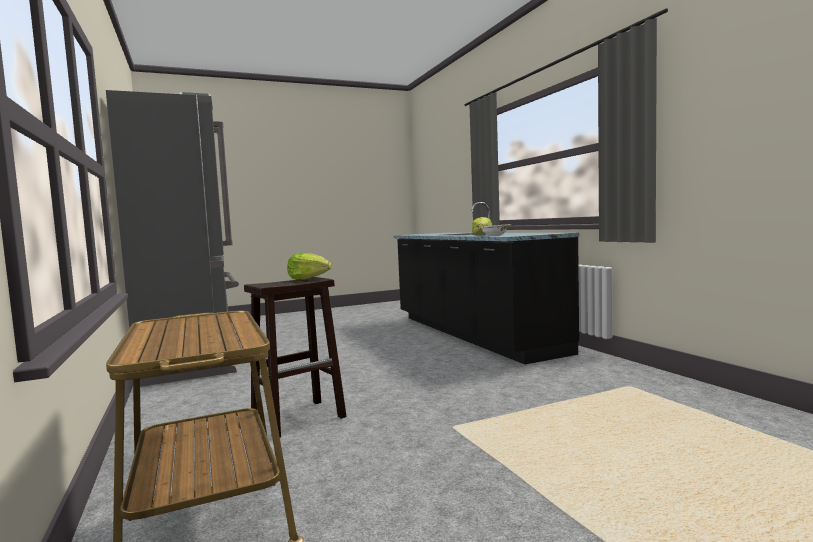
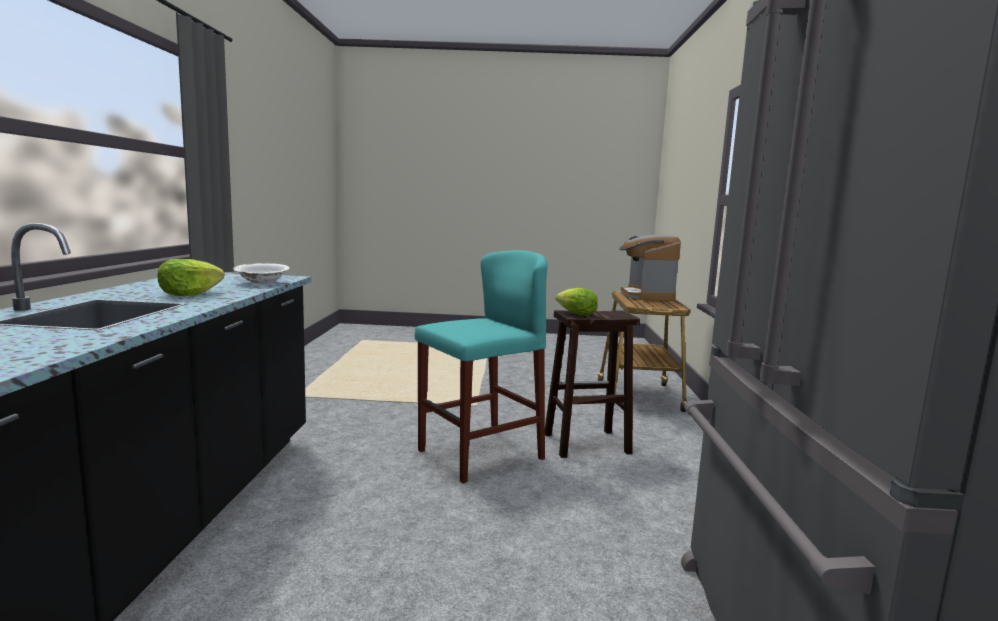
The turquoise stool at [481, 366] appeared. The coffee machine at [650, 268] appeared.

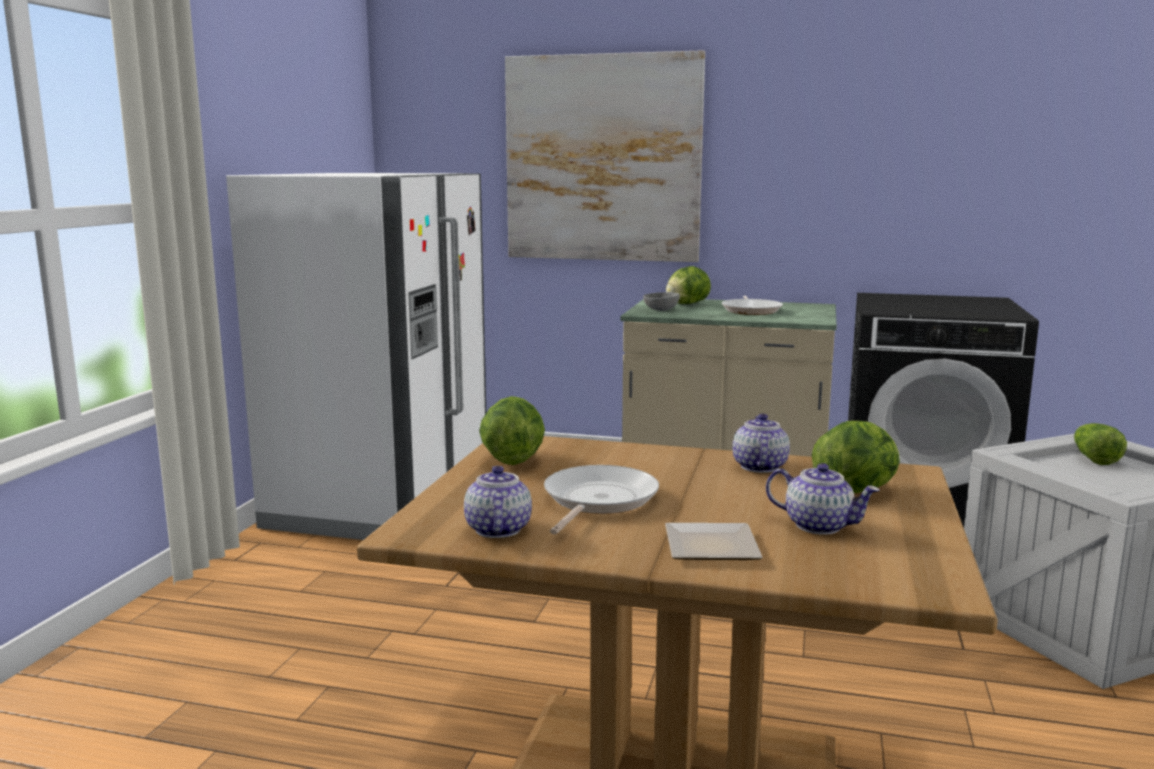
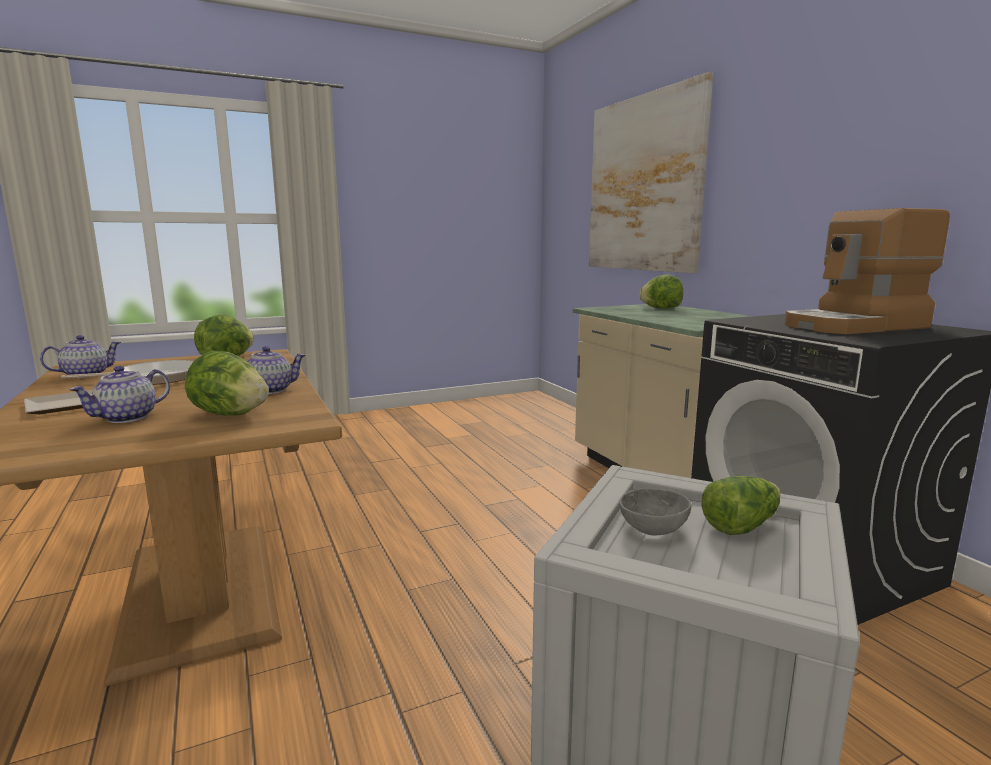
The white fridge at [356, 356] disappeared. The grey bowl moved from [661, 301] to [655, 511]. The frying pan at [752, 305] disappeared. The teapot at [822, 499] turned 45 degrees clockwise. The coffee machine at [867, 271] appeared.

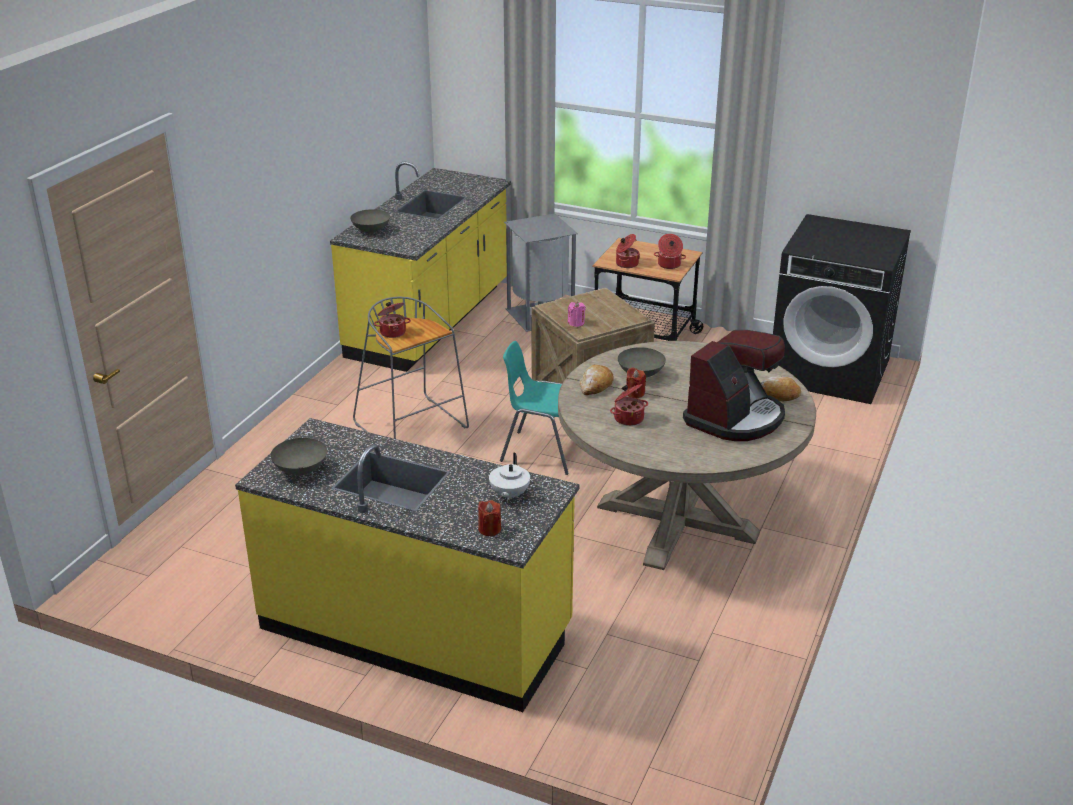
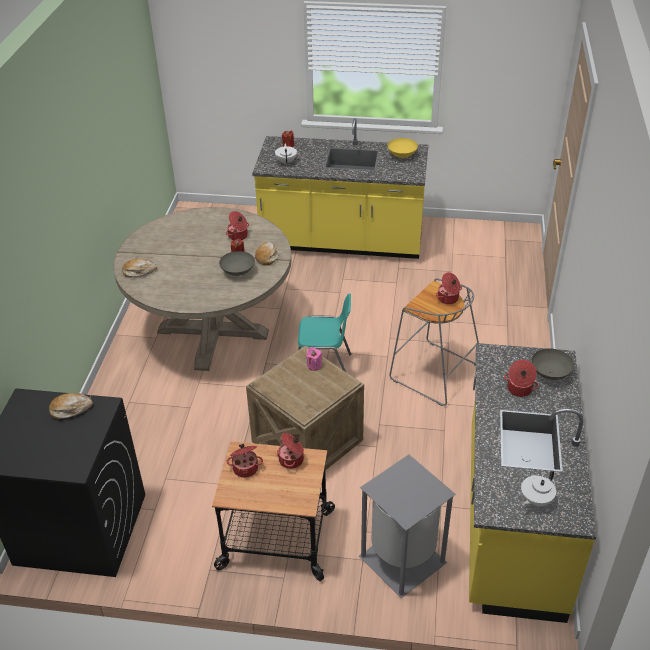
The grey bowl at [298, 456] became the yellow bowl at [402, 148]. The coffee machine at [734, 385] disappeared. The bread at [71, 406] appeared. The cooking pot at [521, 378] appeared. The white teapot at [538, 488] appeared.

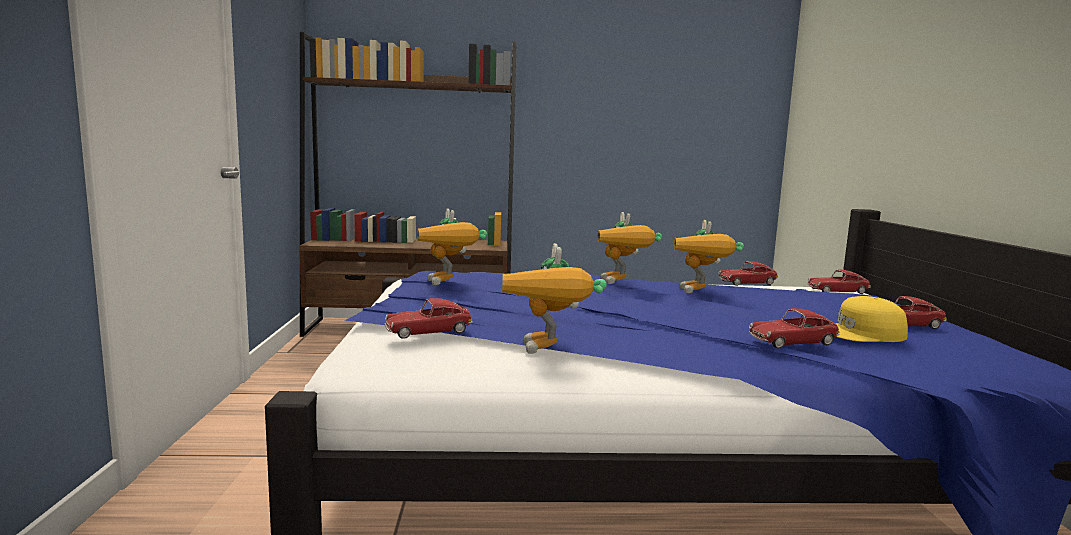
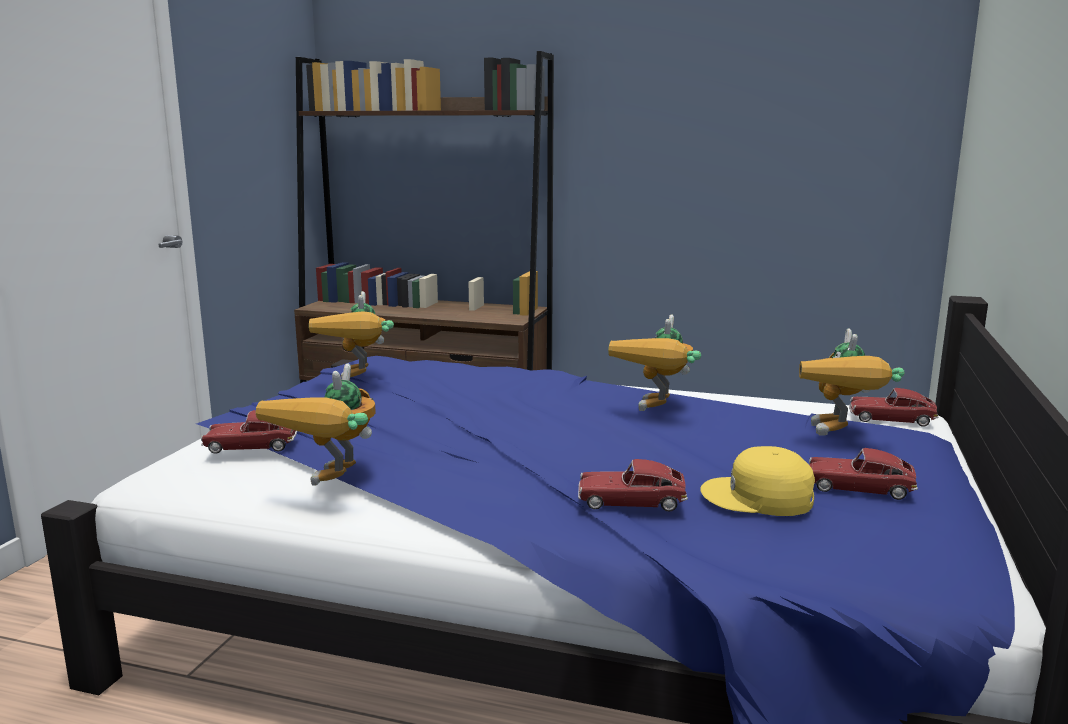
The toy robot moved from [629, 248] to [852, 382]. The toy car at [748, 273] disappeared.

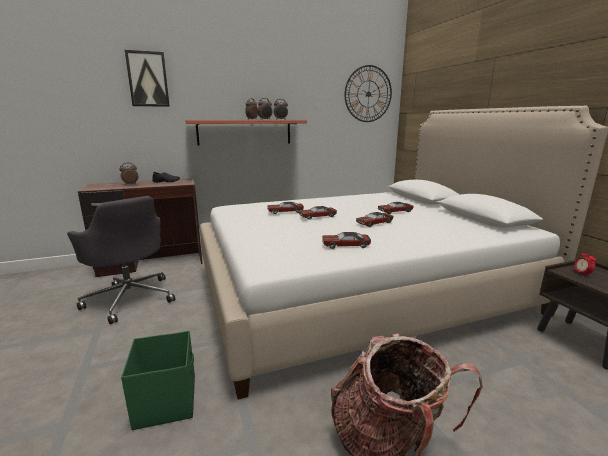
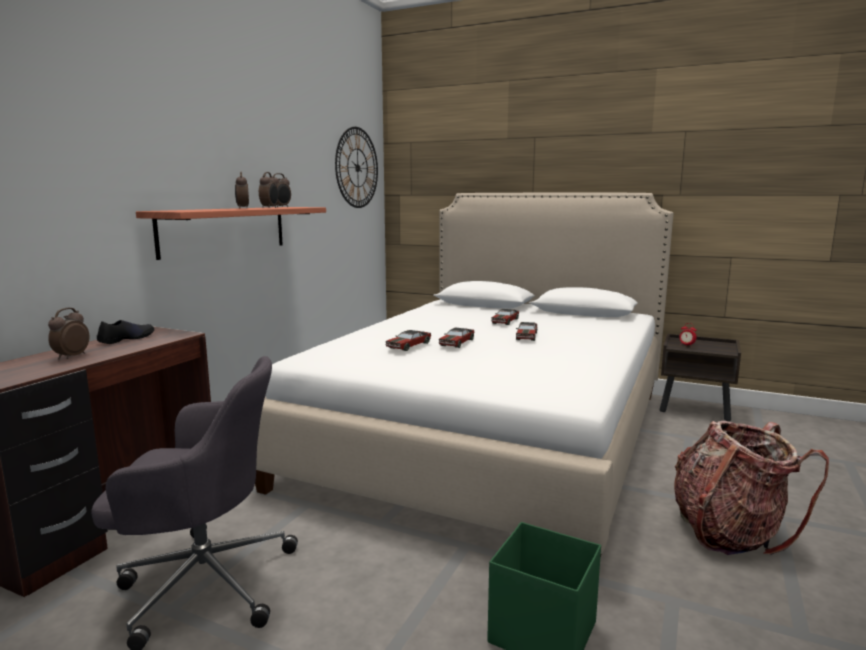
The picture at [147, 78] disappeared. The toy car at [346, 240] disappeared.

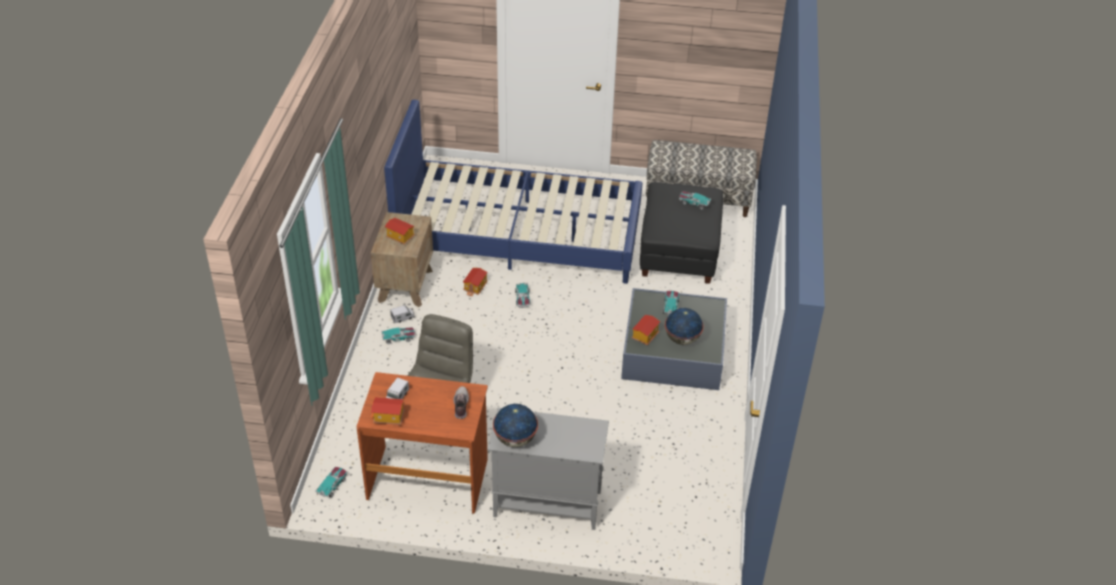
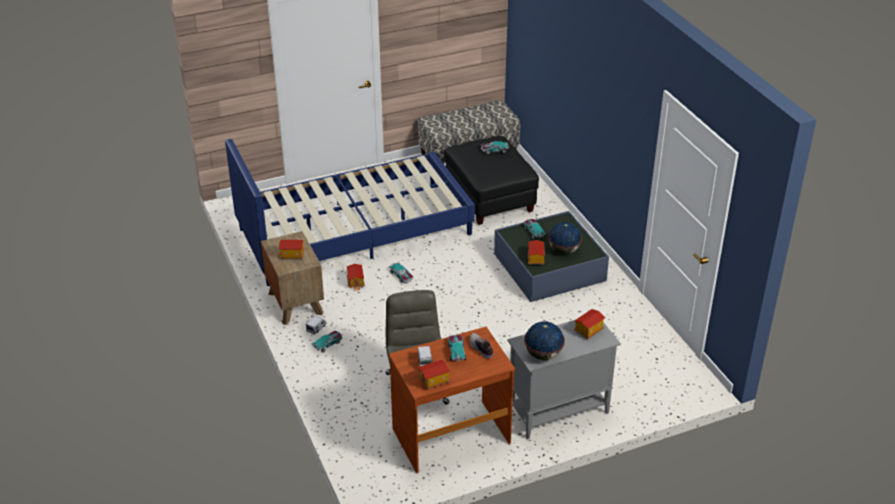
The toy car moved from [331, 482] to [457, 348]. The toy house at [590, 324] appeared.

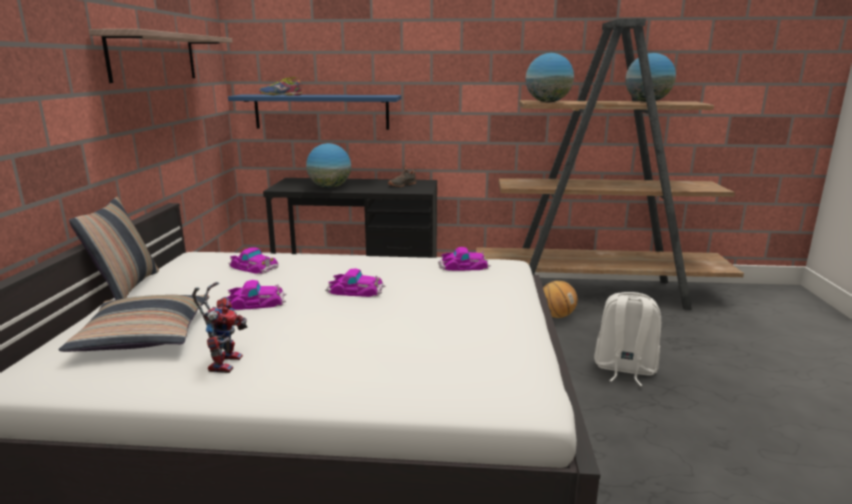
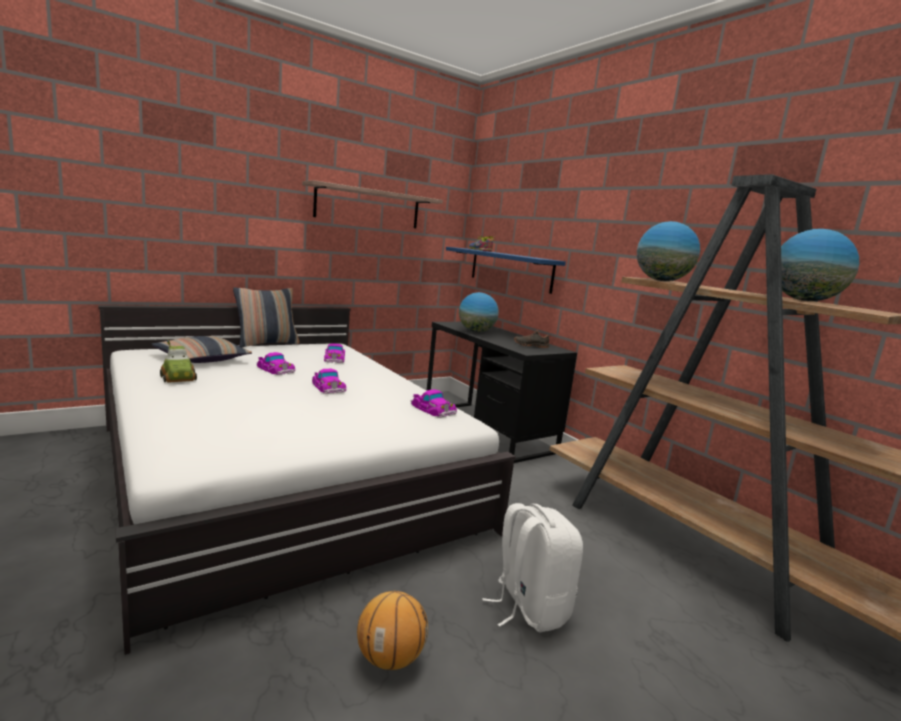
The toy robot at [220, 327] was replaced by the toy car at [178, 361]. The basketball moved from [560, 299] to [392, 630].

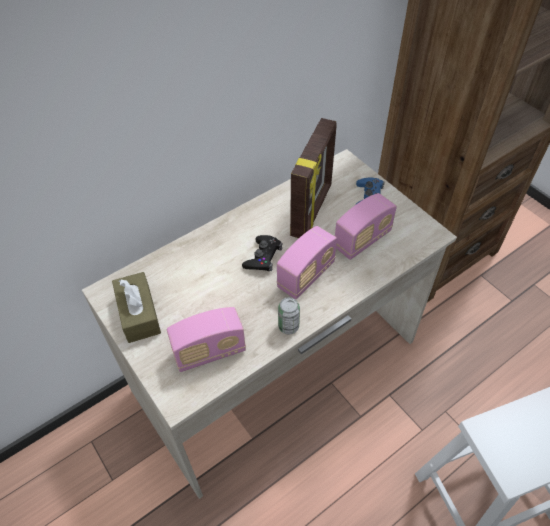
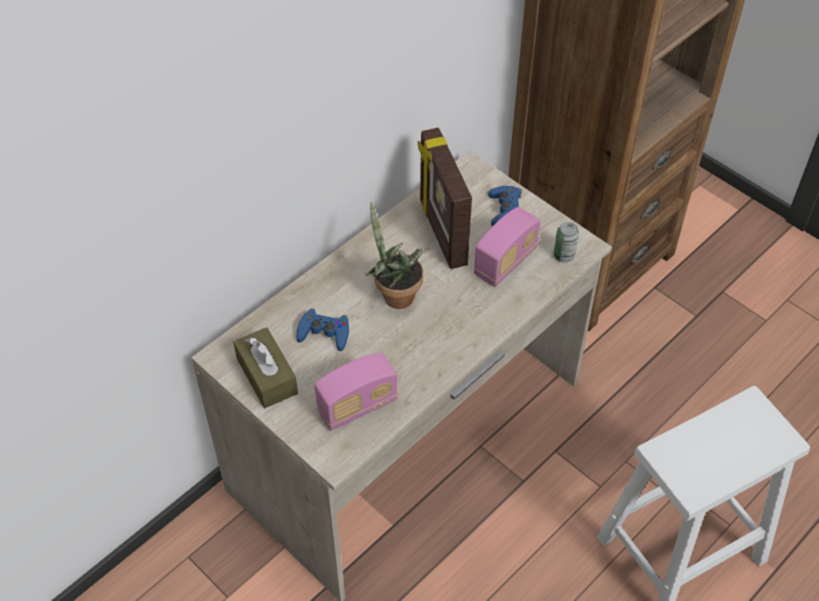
The black game controller at [262, 253] was replaced by the potted plant at [394, 255]. The radio at [307, 262] disappeared. The can moved from [289, 315] to [566, 242]. The picture frame at [313, 178] turned 150 degrees clockwise. The blue game controller at [322, 329] appeared.

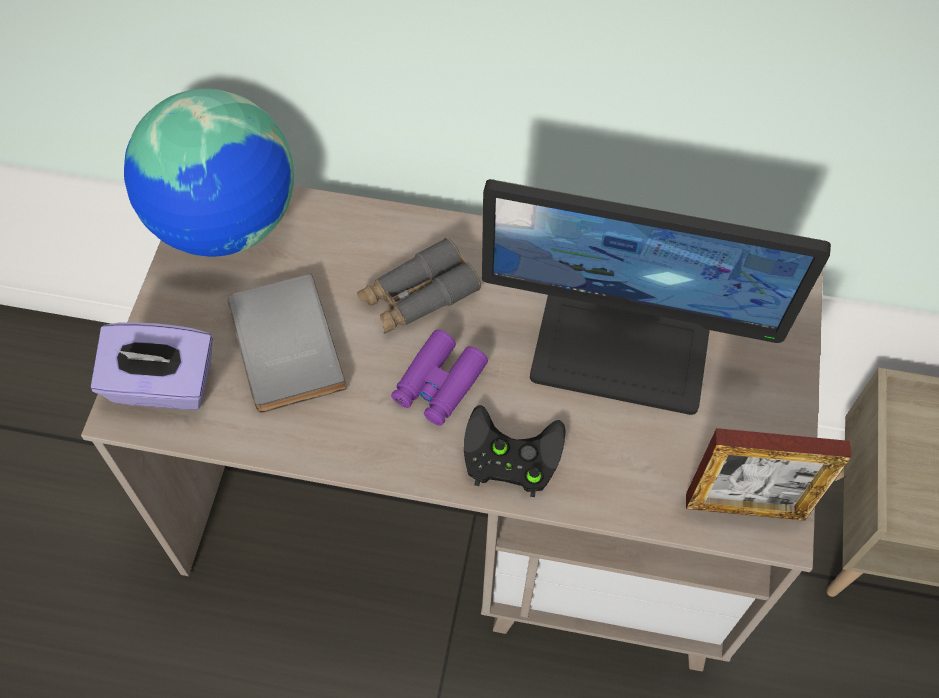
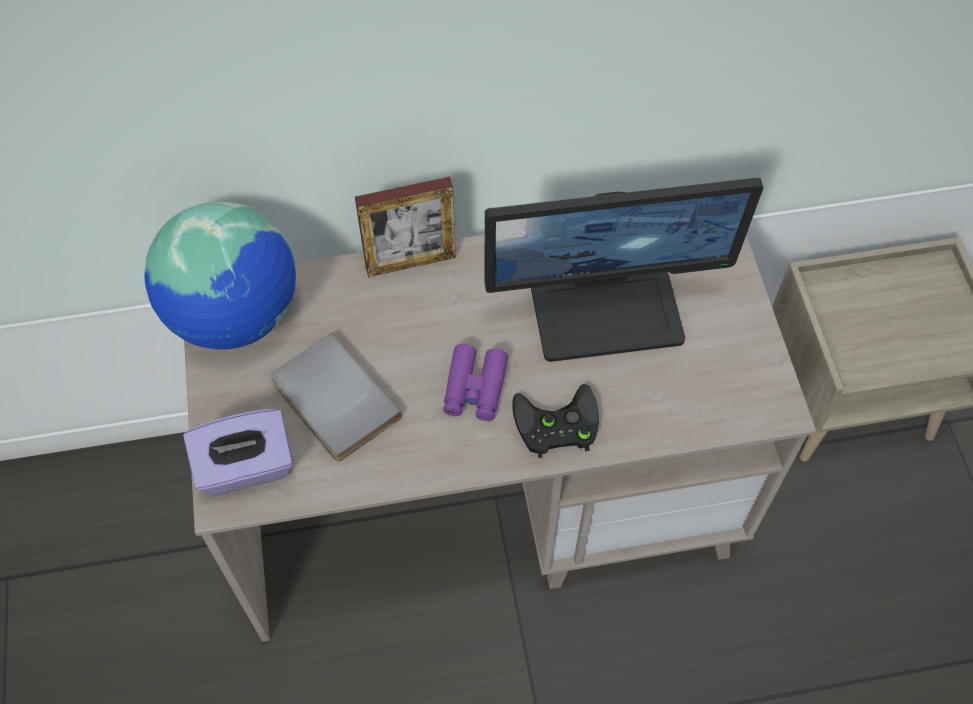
The grey binoculars at [419, 286] disappeared. The picture frame moved from [769, 474] to [405, 227].

